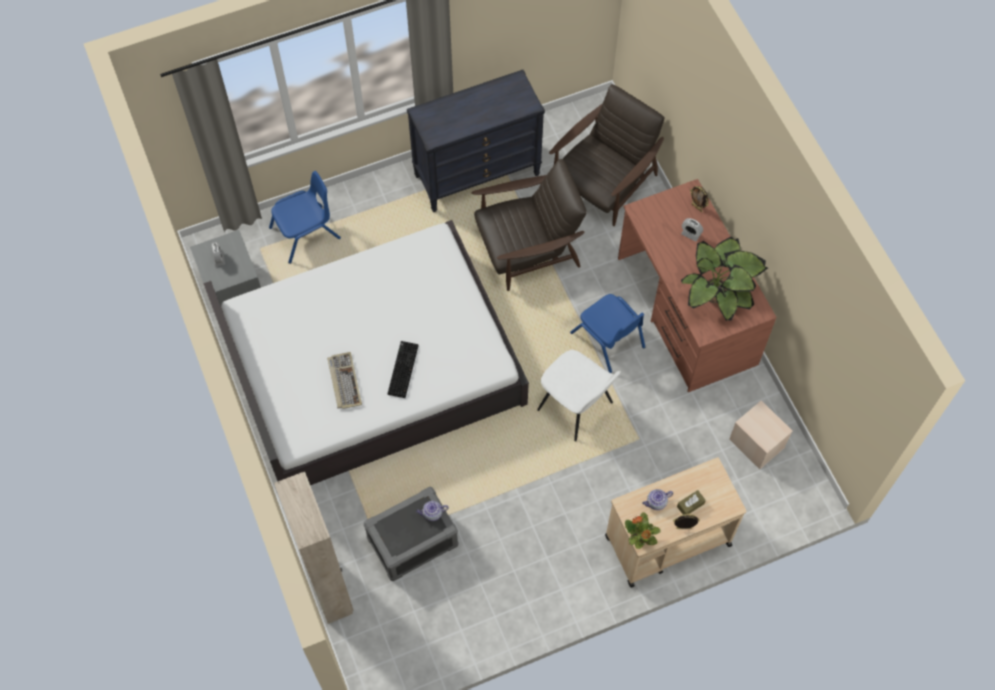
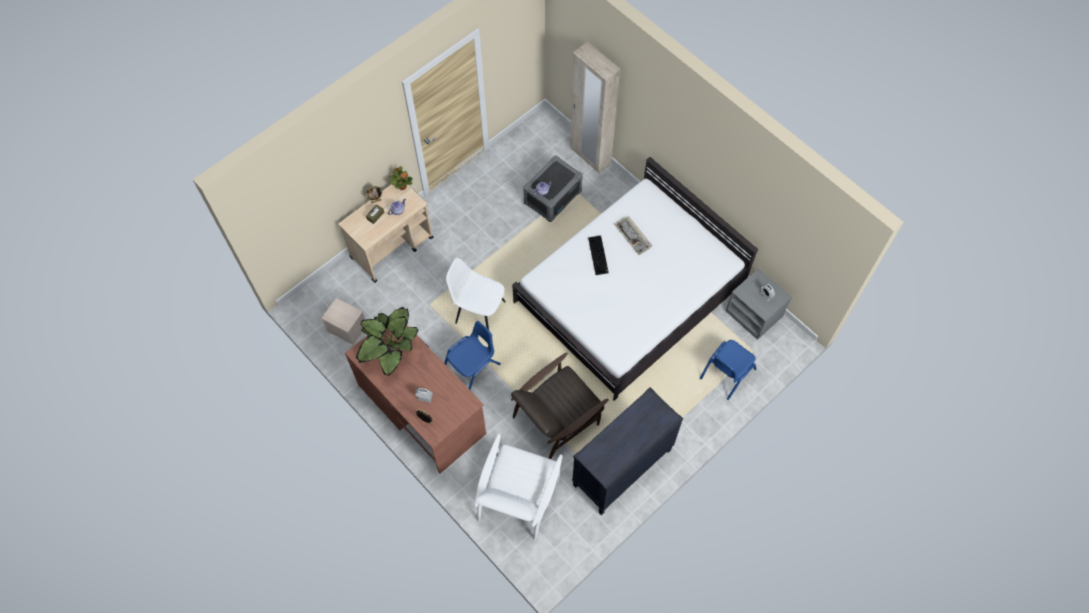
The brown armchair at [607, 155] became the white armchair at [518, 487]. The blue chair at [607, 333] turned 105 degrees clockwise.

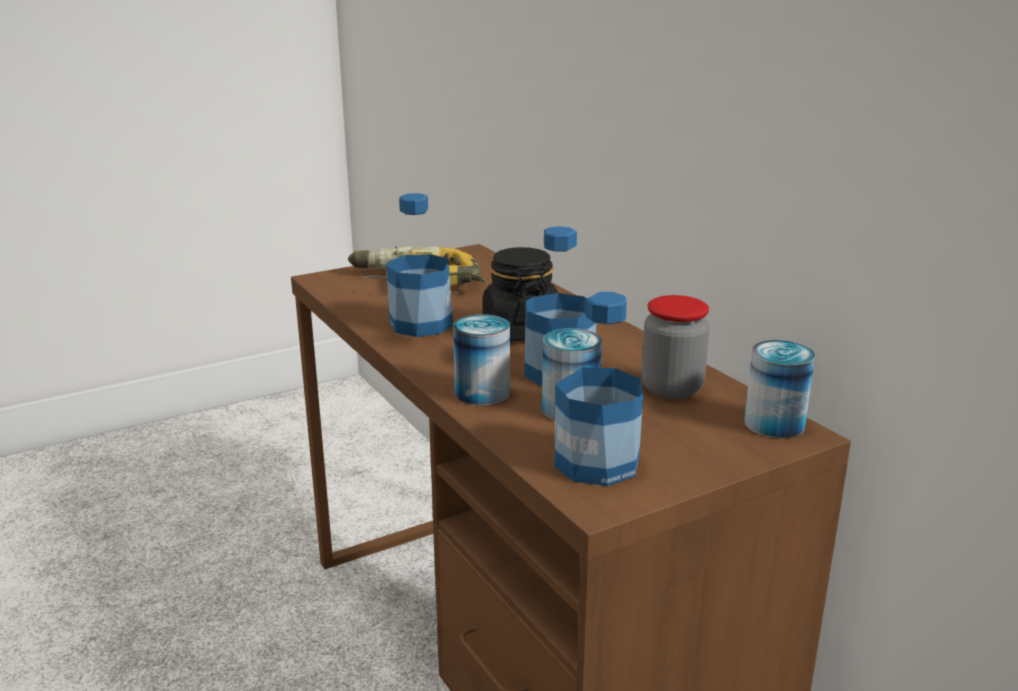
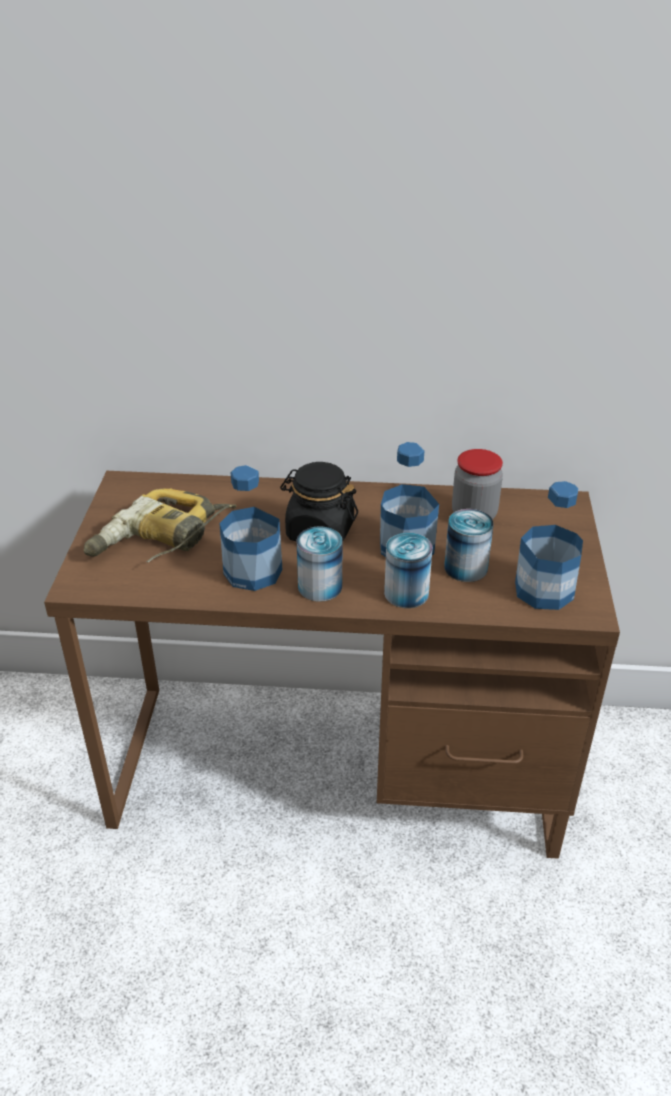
The can moved from [779, 389] to [319, 564].

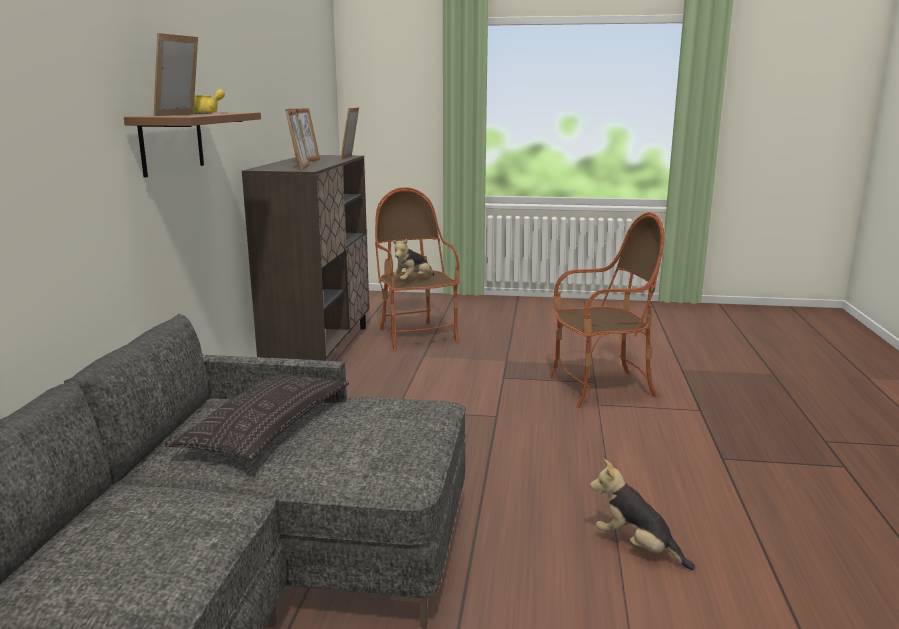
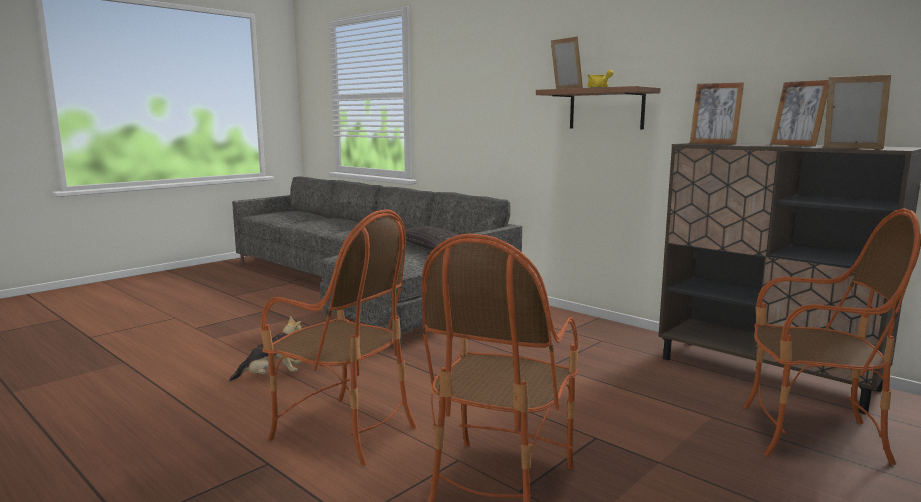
The plush toy at [413, 259] disappeared. The armchair at [338, 337] appeared.

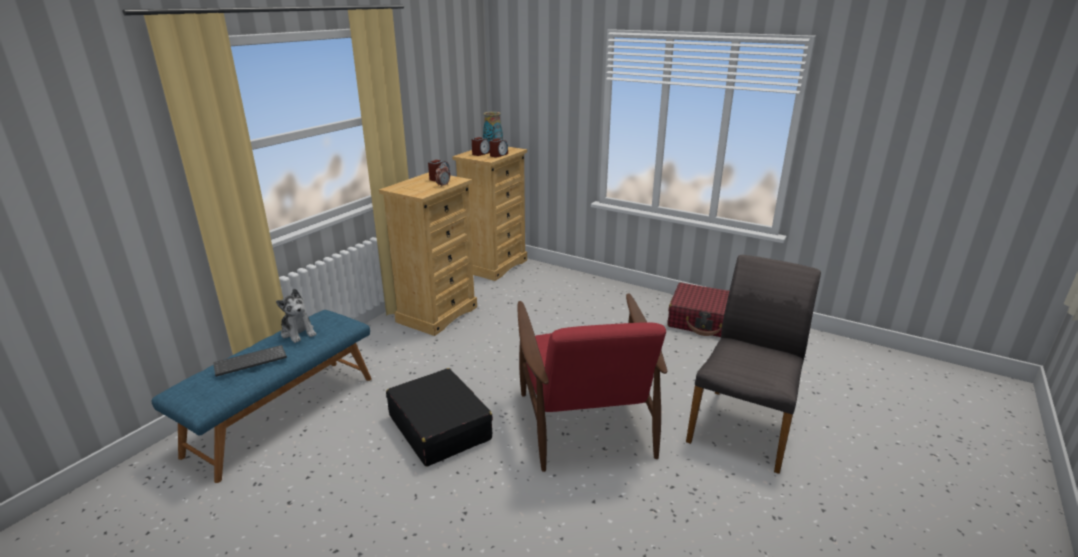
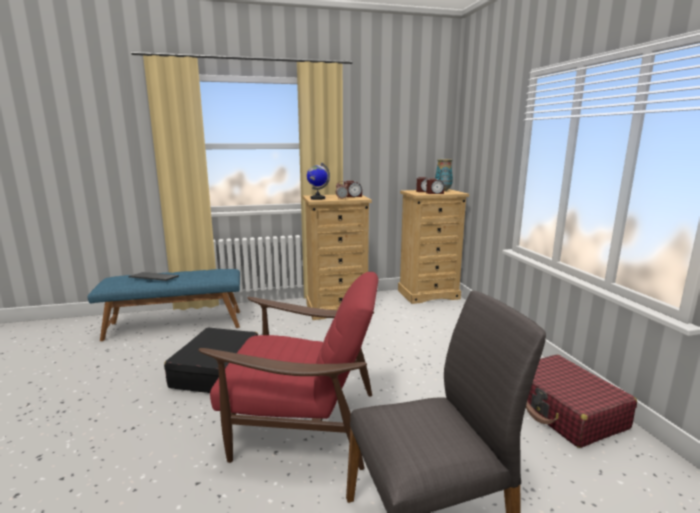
The plush toy at [296, 315] disappeared. The red armchair at [592, 382] turned 120 degrees counterclockwise. The globe at [318, 181] appeared.

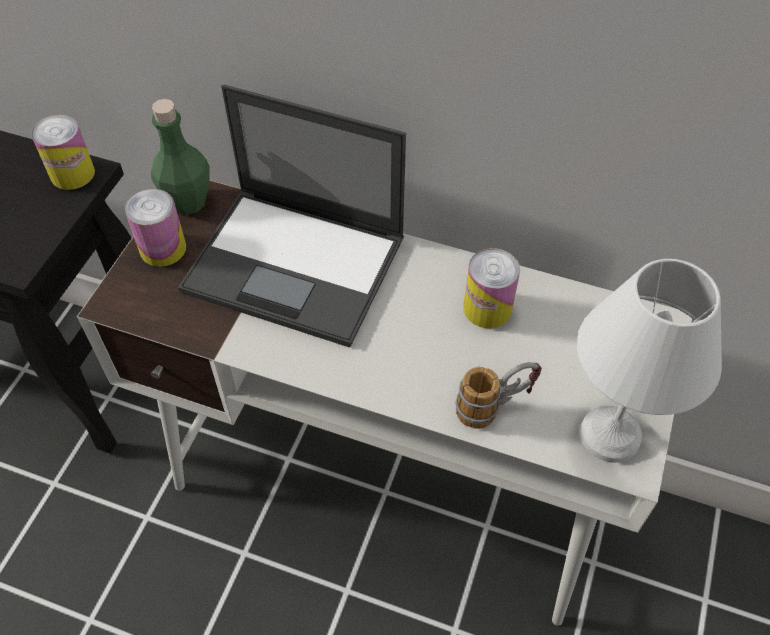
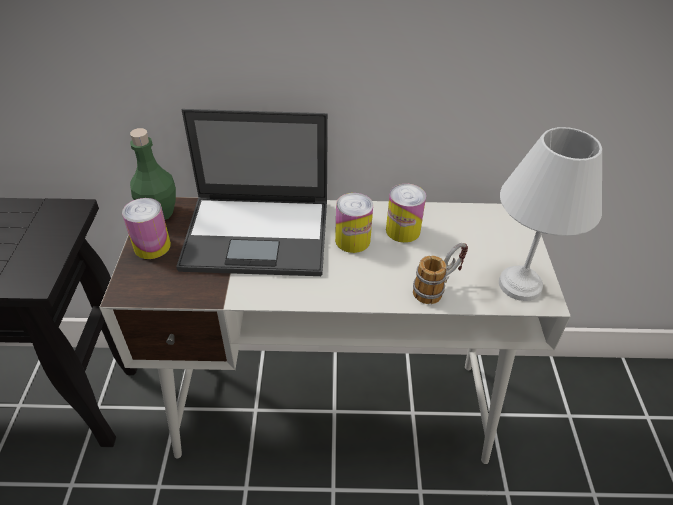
The can moved from [63, 152] to [354, 223].

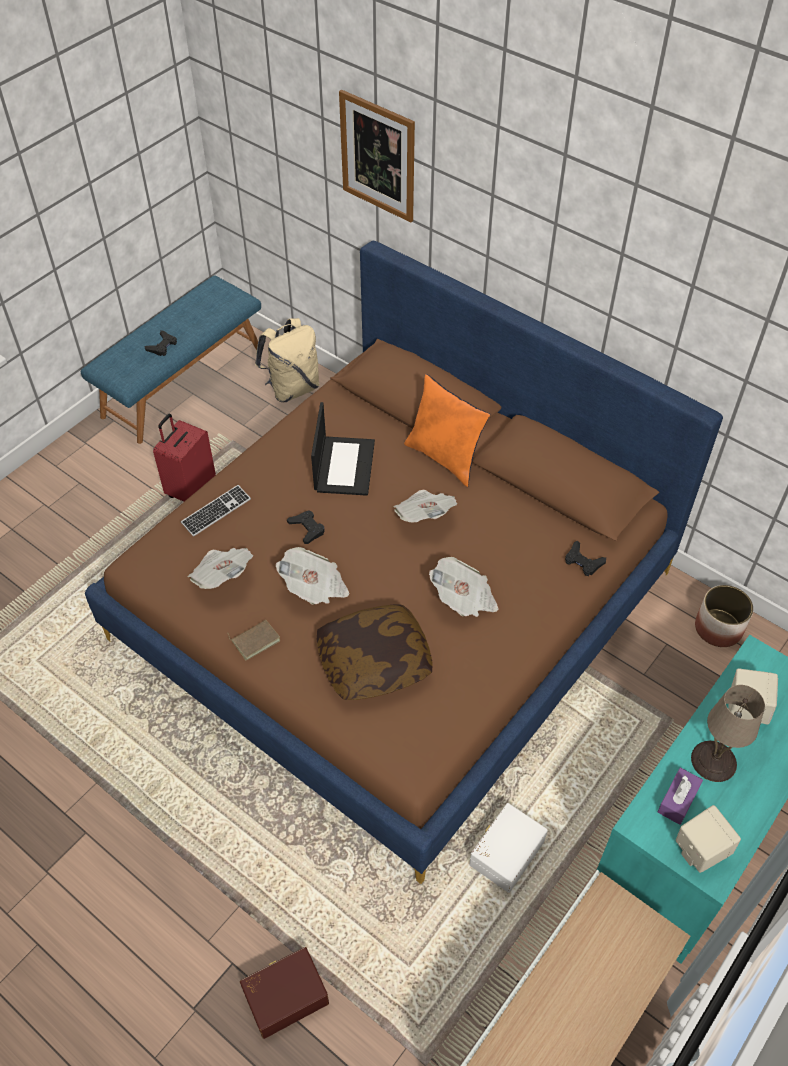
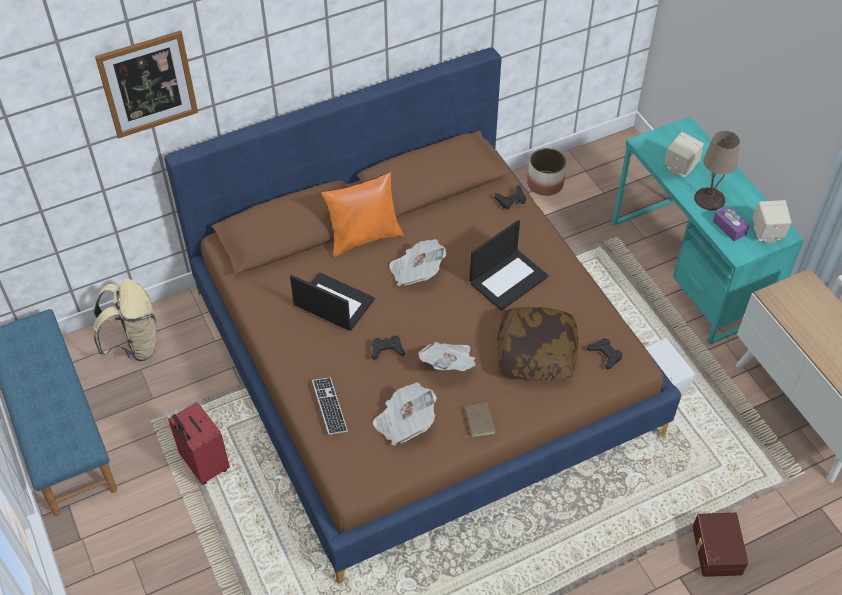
The black game controller moved from [160, 343] to [605, 353]. The newspaper at [464, 587] was replaced by the laptop at [509, 265].

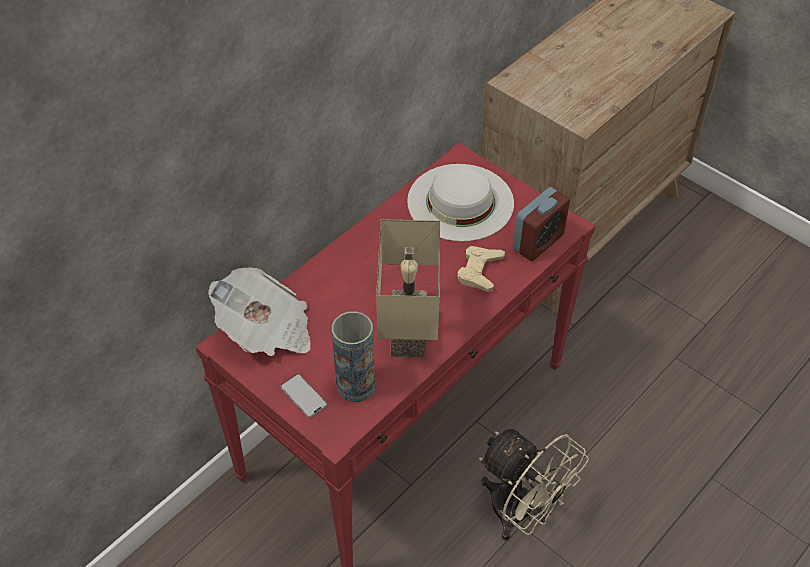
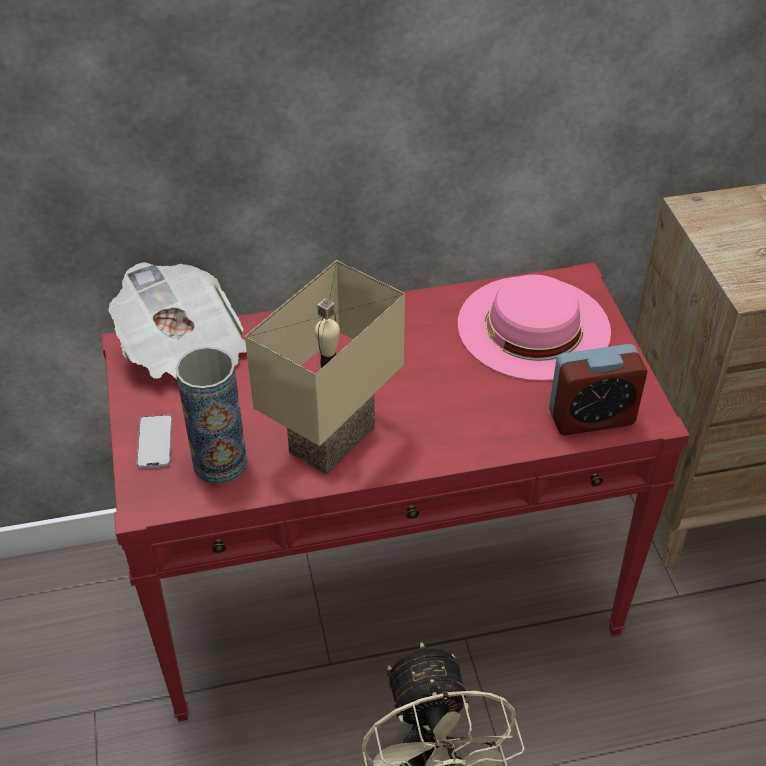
The white hat at [460, 203] became the pink hat at [534, 328]. The beige game controller at [481, 269] disappeared.

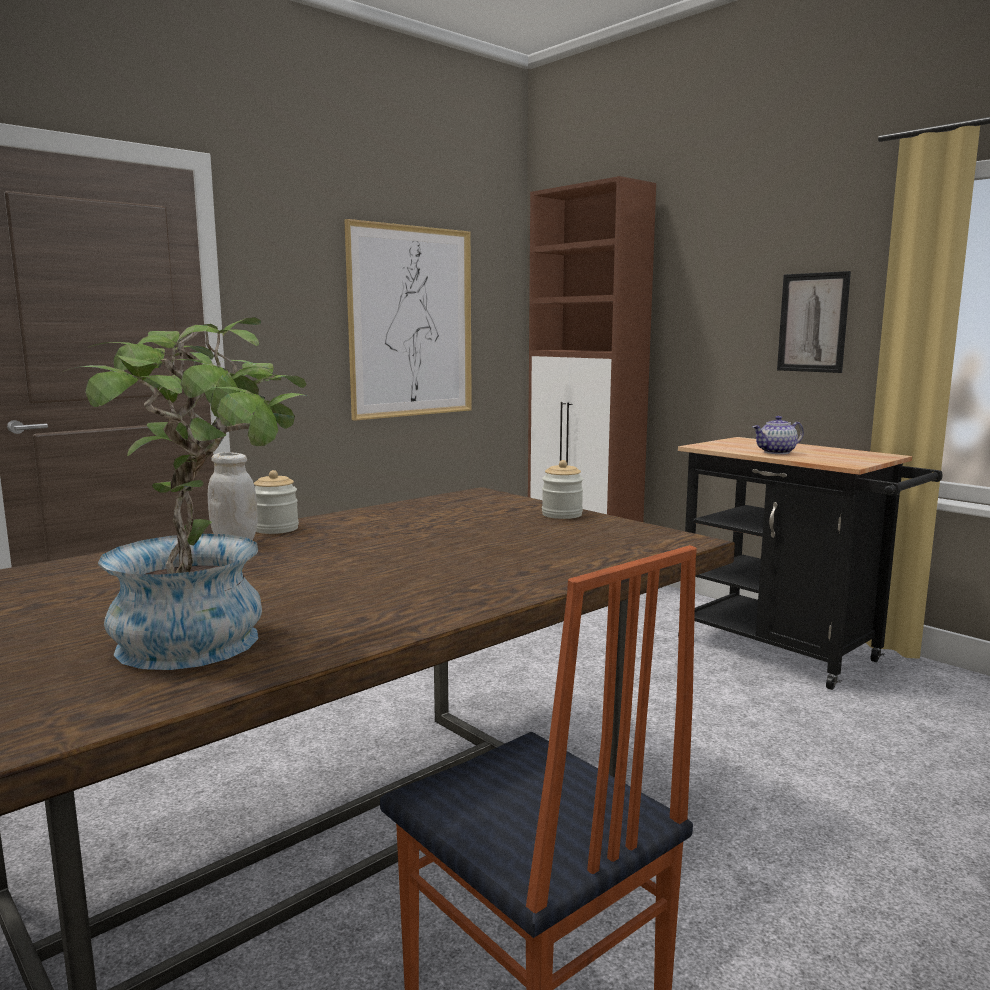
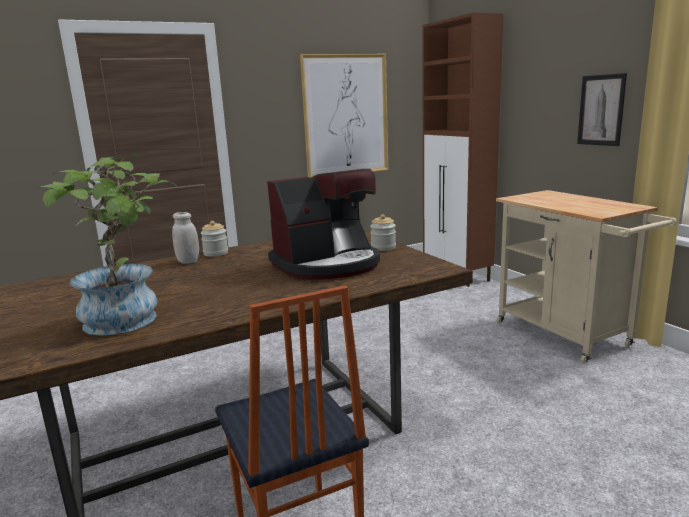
The black cart at [810, 563] became the beige cart at [586, 277]. The teapot at [778, 435] disappeared. The coffee machine at [323, 224] appeared.

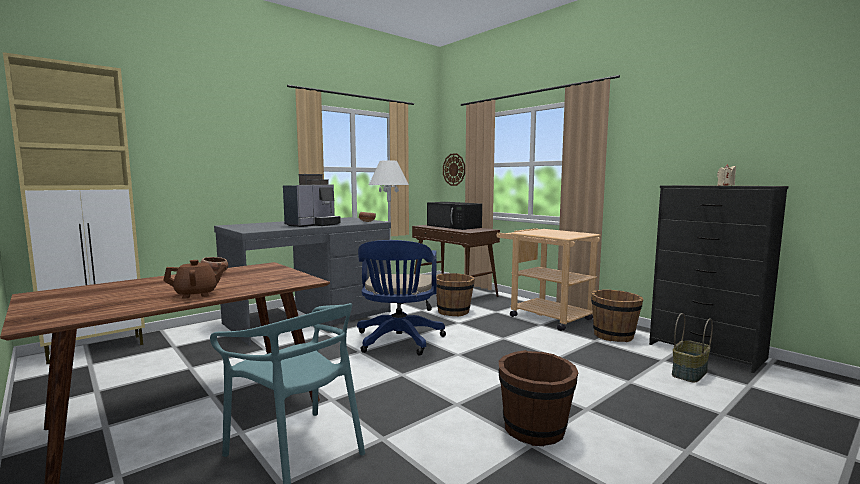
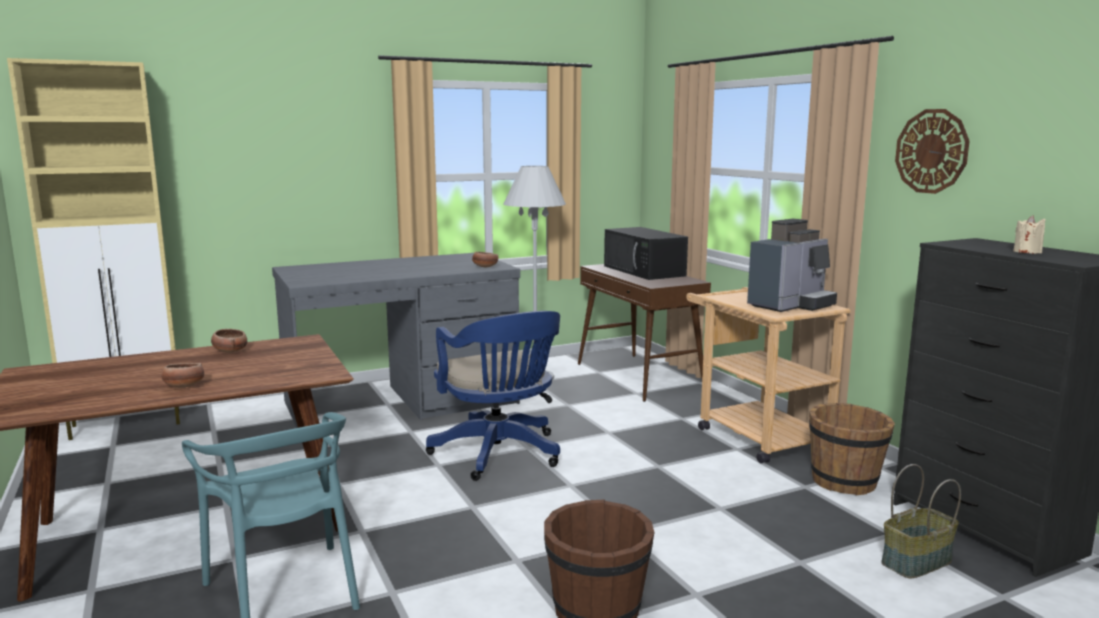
The brown teapot at [194, 279] was replaced by the bowl at [182, 375]. The coffee machine moved from [312, 200] to [792, 265]. The blue office chair at [401, 298] turned 45 degrees counterclockwise. The brown bucket at [455, 295] disappeared. The wall clock moved from [454, 169] to [932, 151].

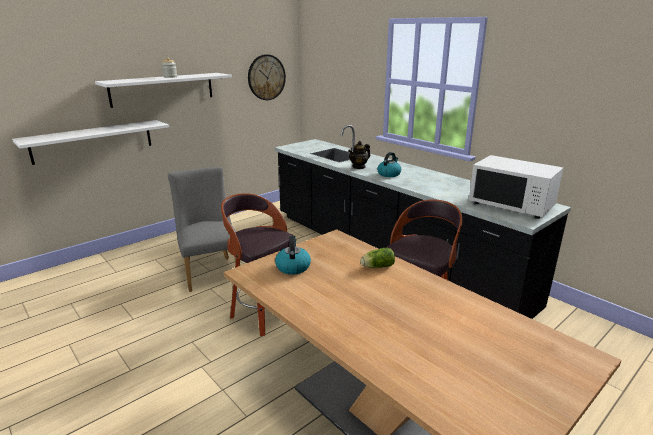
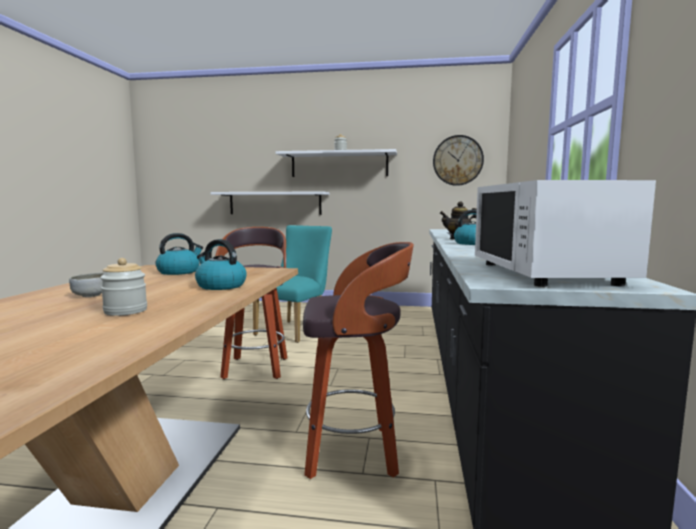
The grey chair at [202, 229] became the turquoise chair at [292, 284]. The lettuce at [377, 258] was replaced by the kettle at [221, 264]. The bowl at [86, 285] appeared. The jar at [123, 287] appeared.

